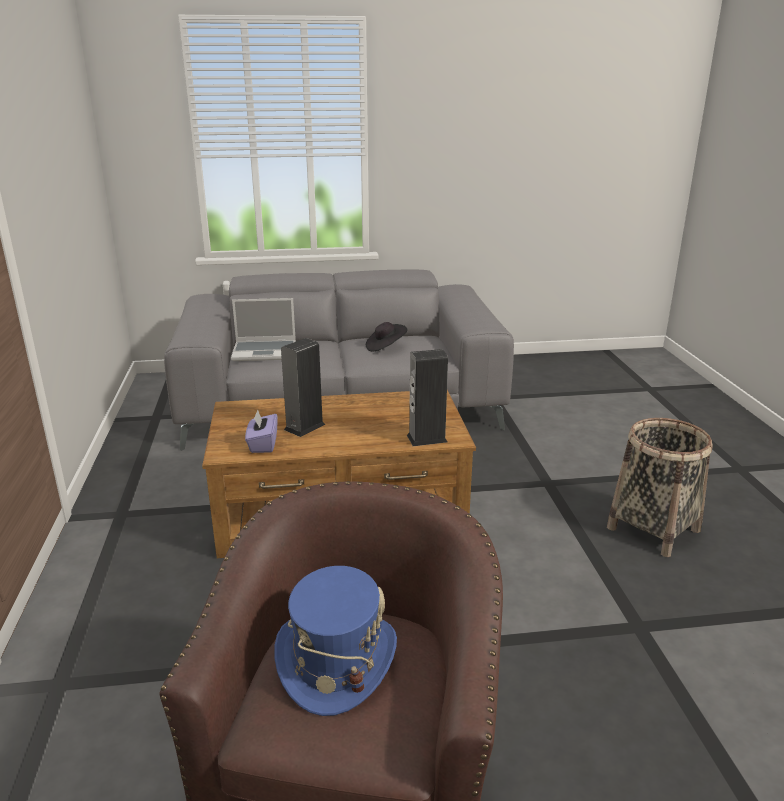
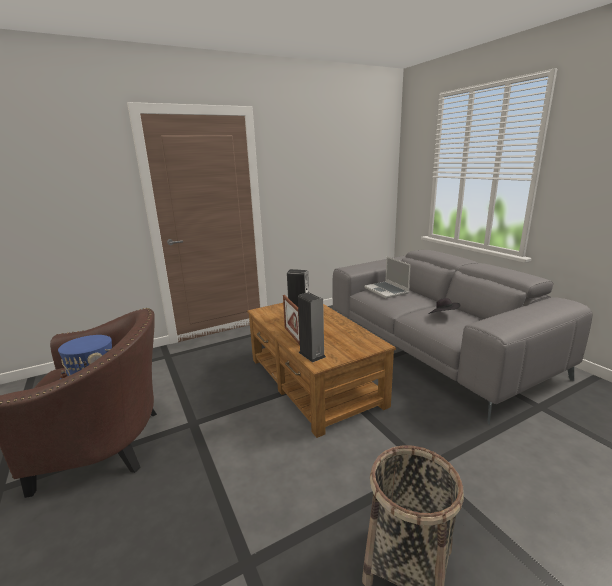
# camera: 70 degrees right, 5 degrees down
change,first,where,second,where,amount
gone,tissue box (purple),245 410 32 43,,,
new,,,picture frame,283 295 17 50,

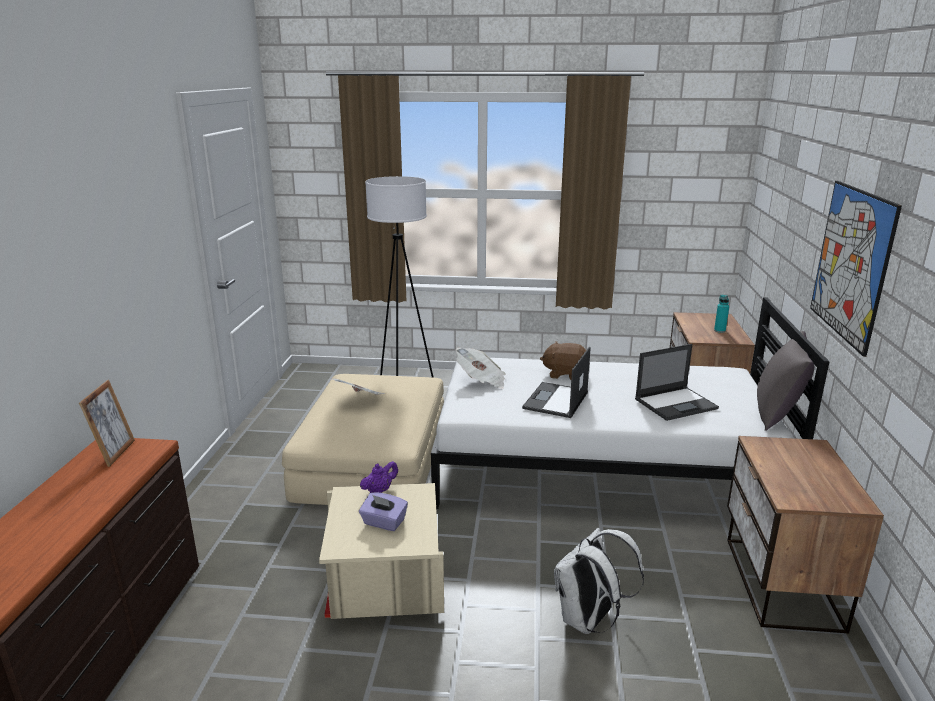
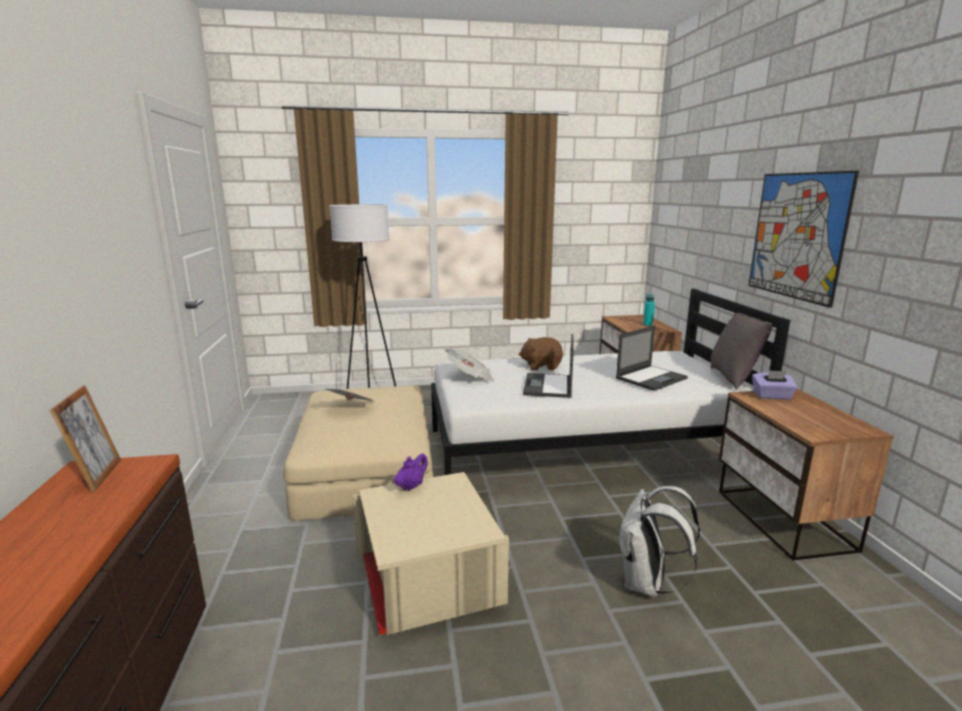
# camera: 15 degrees left, 5 degrees down
change,first,where,second,where,amount
shifted,tissue box (purple),359 492 49 39,,752 370 46 30,

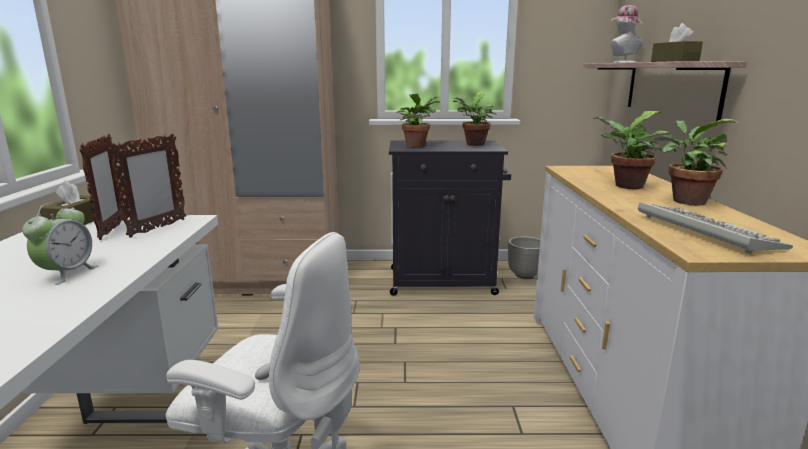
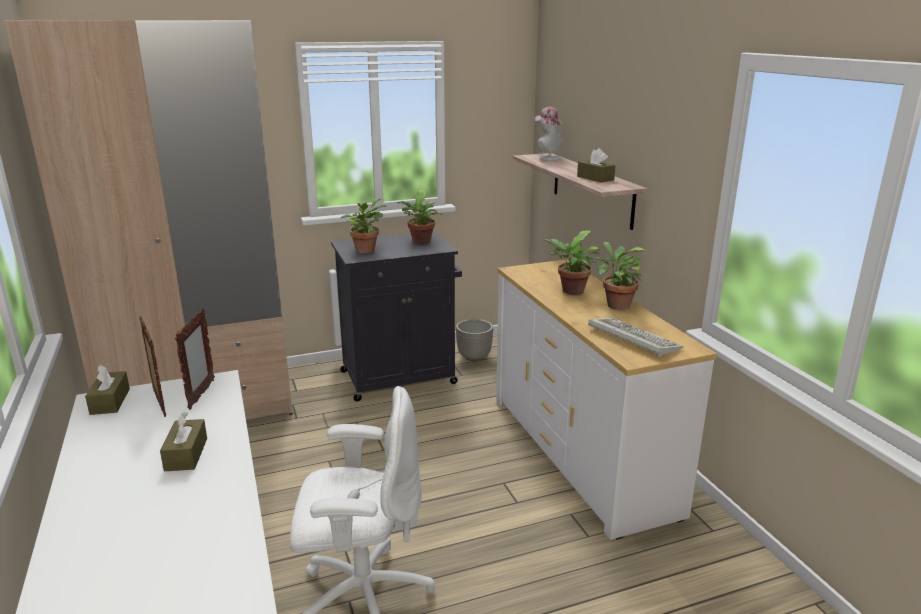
# camera: 20 degrees left, 5 degrees up
change,first,where,second,where,amount
swapped,alarm clock,22 202 76 83,tissue box (brownish),160 412 47 59,

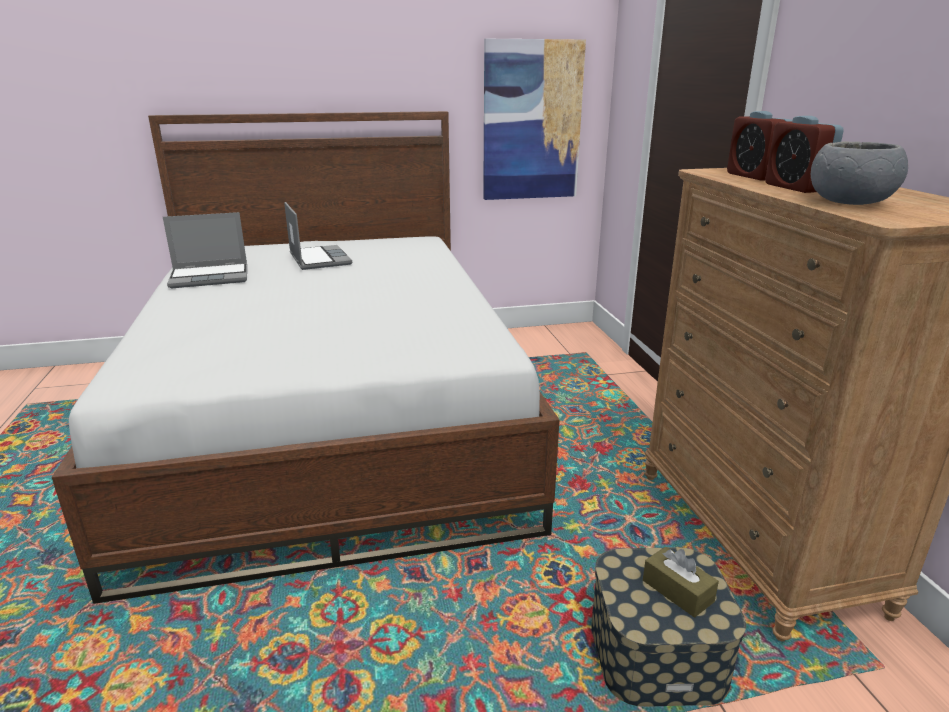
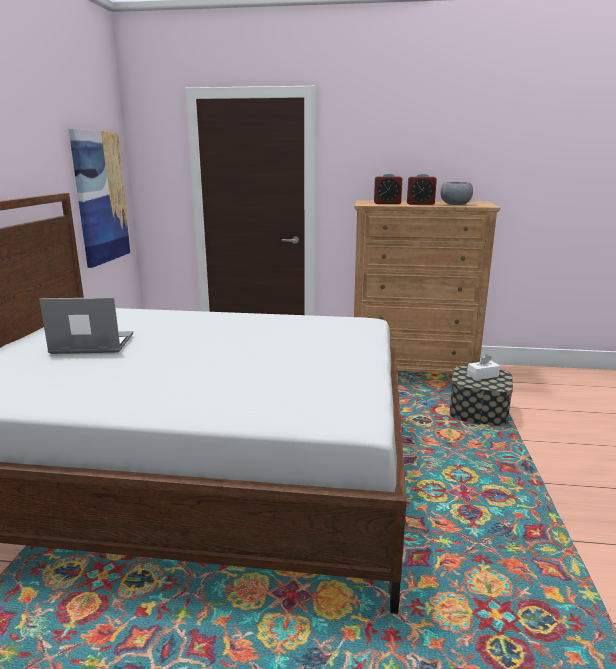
# camera: 70 degrees left, 5 degrees down
change,first,where,second,where,amount
gone,laptop,163 212 84 77,,,
repainted,tissue box (brownish),643 547 76 71,tissue box (white-coloured),467 354 33 26,

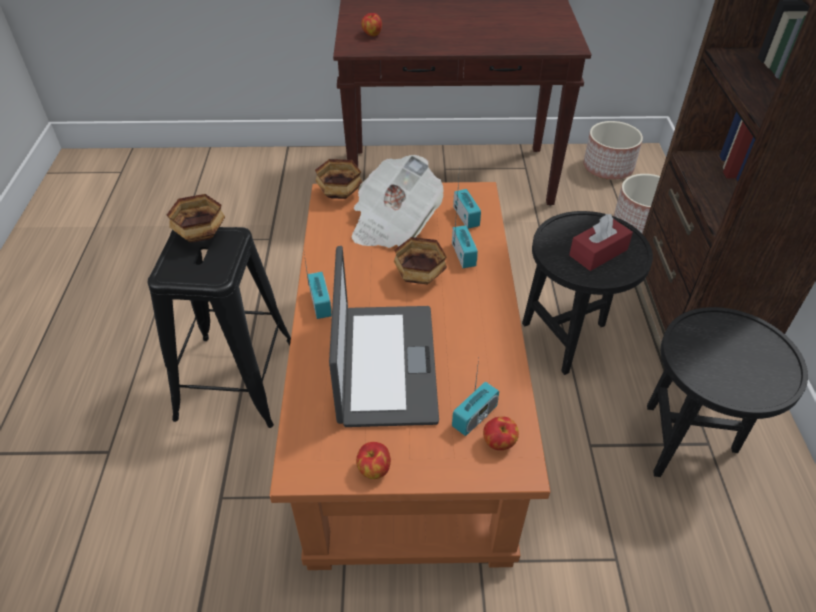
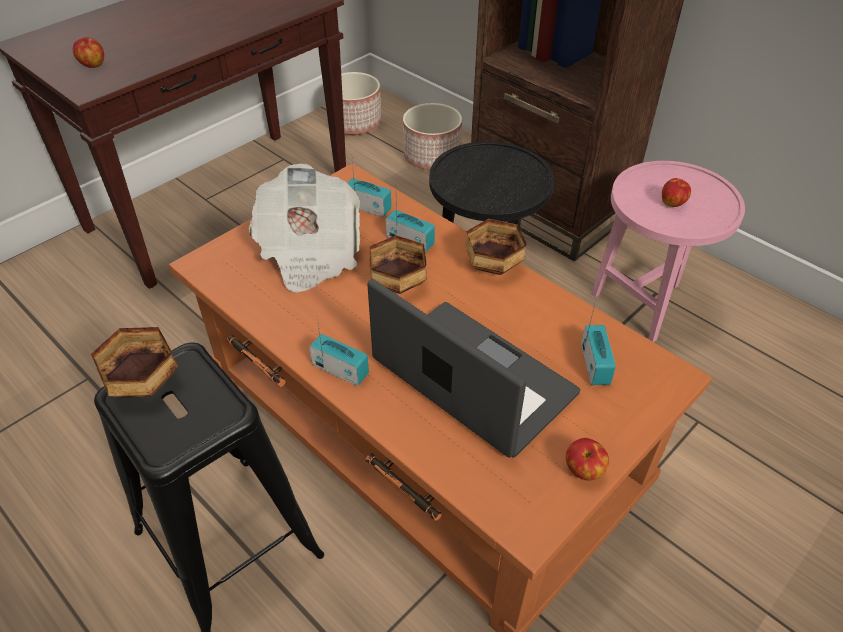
# camera: 45 degrees left, 0 degrees up
change,first,where,second,where,amount
shifted,bowl,315 159 47 40,,465 219 62 56,
gone,tissue box (reddish),569 214 64 57,,,
repainted,end table (blackish),647 307 161 170,end table (pink-coloured),592 161 153 181,
shifted,whole apple,483 417 36 33,,662 178 29 29,

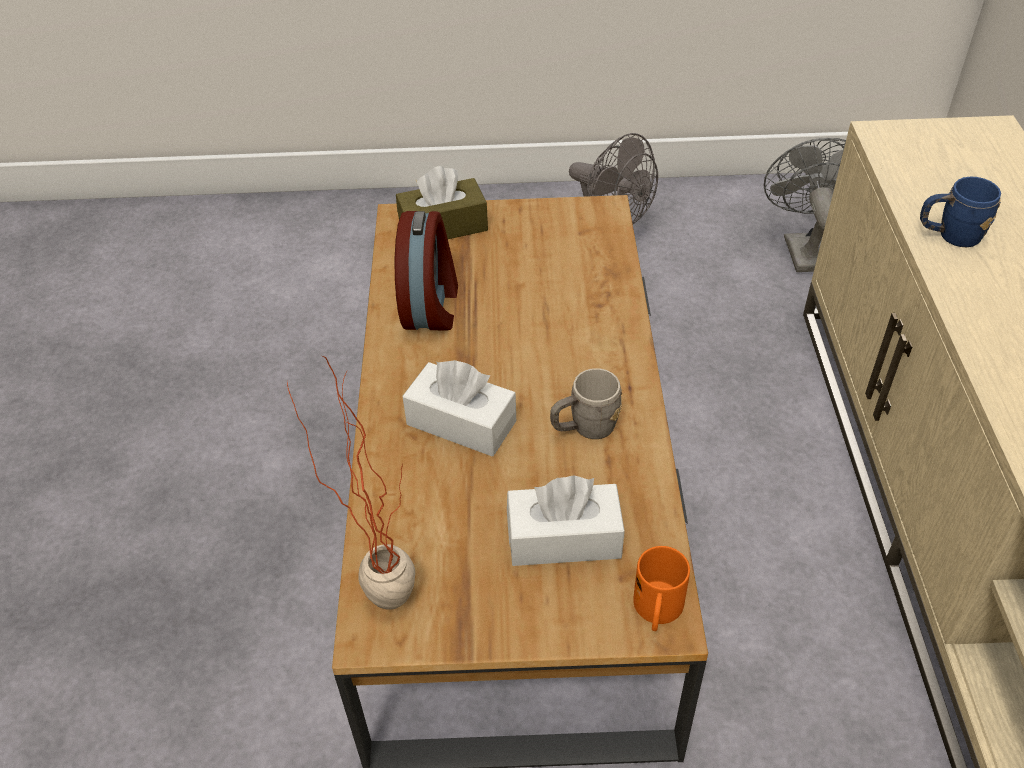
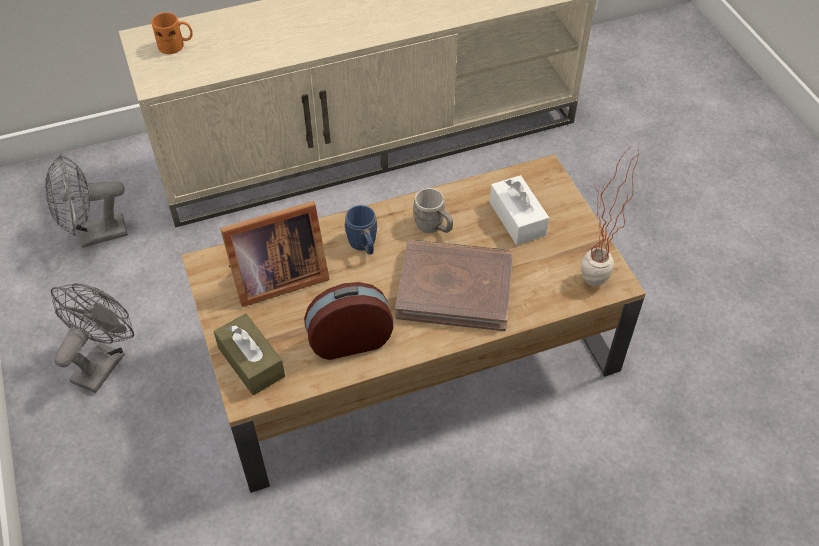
# camera: 110 degrees left, 5 degrees up
change,first,where,second,where,amount
shifted,tea mug (blue),920 177 81 70,,344 205 33 50,
swapped,tissue box (white-coloured),403 360 113 96,bound book (brownish),395 239 118 92,
shifted,tea mug (orange-coloured),633 546 57 85,,151 12 42 42,
new,,,picture frame,220 201 110 106,

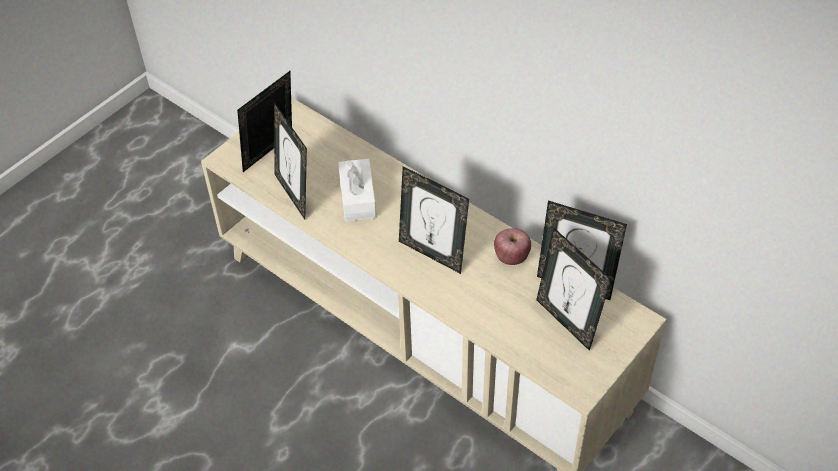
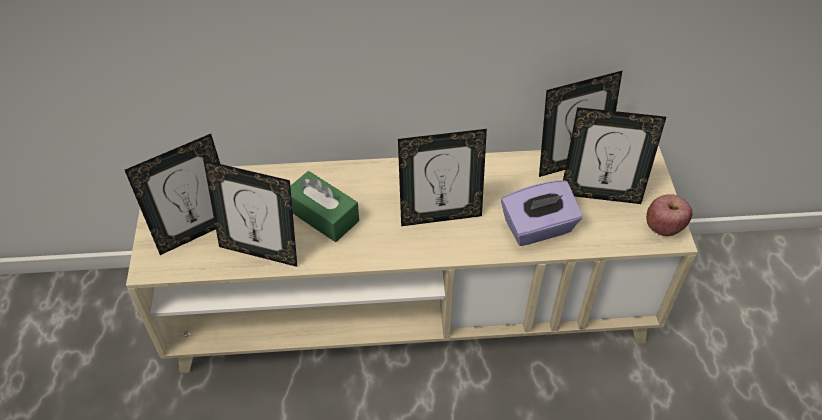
# camera: 45 degrees left, 0 degrees up
change,first,where,second,where,amount
rotated,picture frame,237 71 55 101,,125 134 95 121,120 degrees counterclockwise
repainted,tissue box (white-coloured),338 159 39 63,tissue box (green),290 171 69 71,
shifted,whole apple,494 228 37 37,,646 194 46 42,
new,,,tissue box (purple),501 180 82 66,

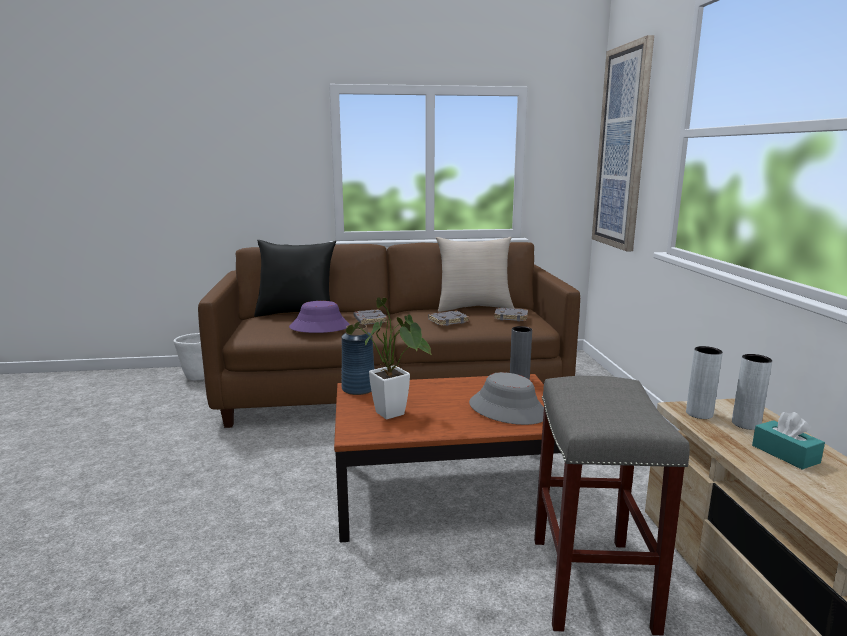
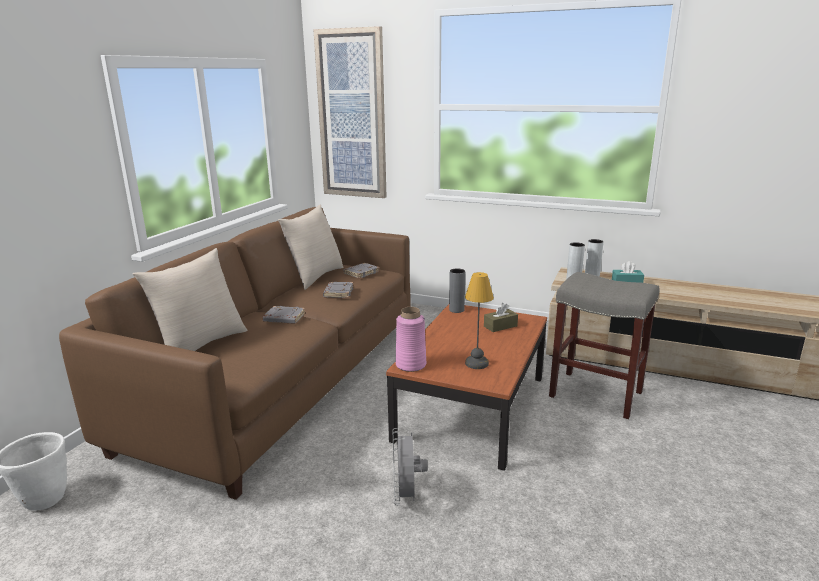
# camera: 60 degrees left, 5 degrees up
change,first,where,second,where,amount
repainted,cushion (blackish),254 240 82 77,cushion (sand-coloured),133 248 115 103,
swapped,potted plant,346 297 86 122,lamp for a table,465 272 29 97,
gone,hat (purple),289 301 61 32,,,
repainted,decorative vase (blue),341 324 34 71,decorative vase (pink-coloured),396 307 30 65,
swapped,hat (gray),469 372 75 53,tissue box (brownish),484 303 34 29,
new,,,fan (gray),393 428 35 78,

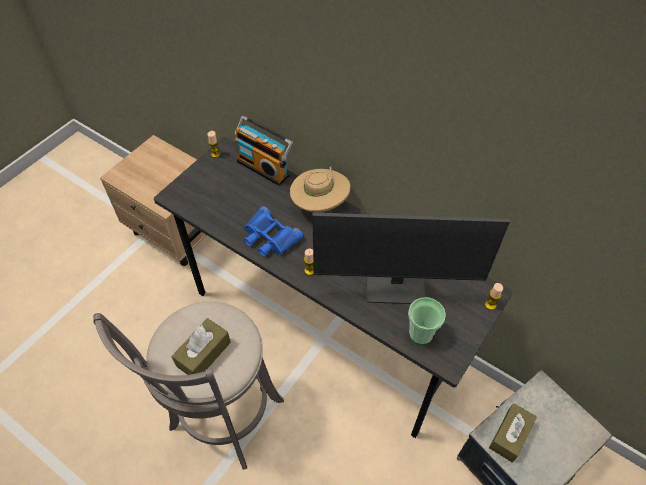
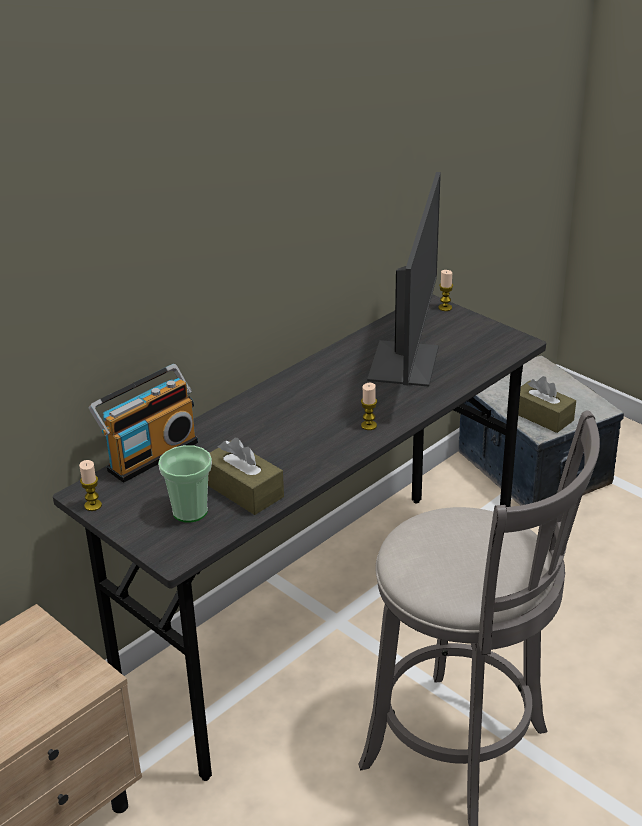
# camera: 80 degrees left, 20 degrees down
change,first,where,second,where,amount
gone,hat (sand-coloured),290 166 60 46,,,
gone,field glasses (blue),244 206 59 51,,,
shifted,drinking cup,408 297 38 48,,158 445 54 77,
shifted,tissue box (brownish),172 318 59 57,,208 438 76 77,

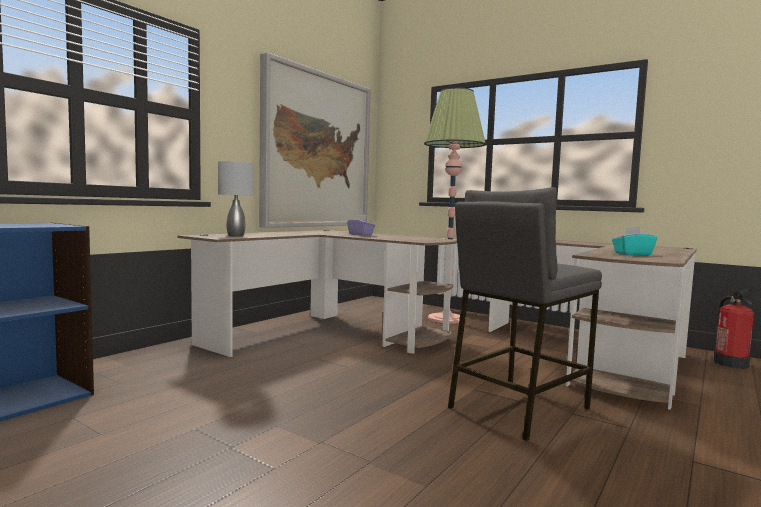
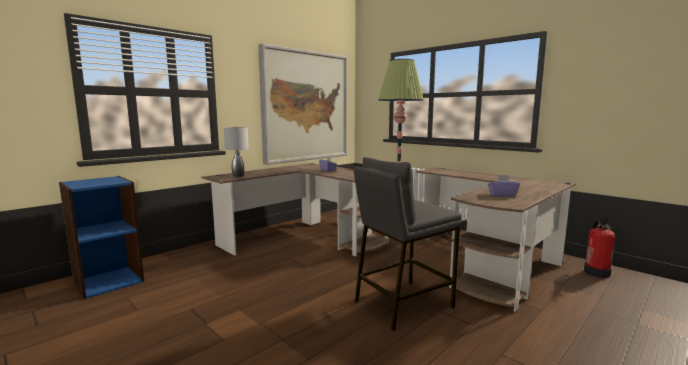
# camera: 10 degrees right, 5 degrees up
change,first,where,second,where,amount
repainted,tissue box (blue-green),612 226 45 29,tissue box (purple),488 175 32 22,

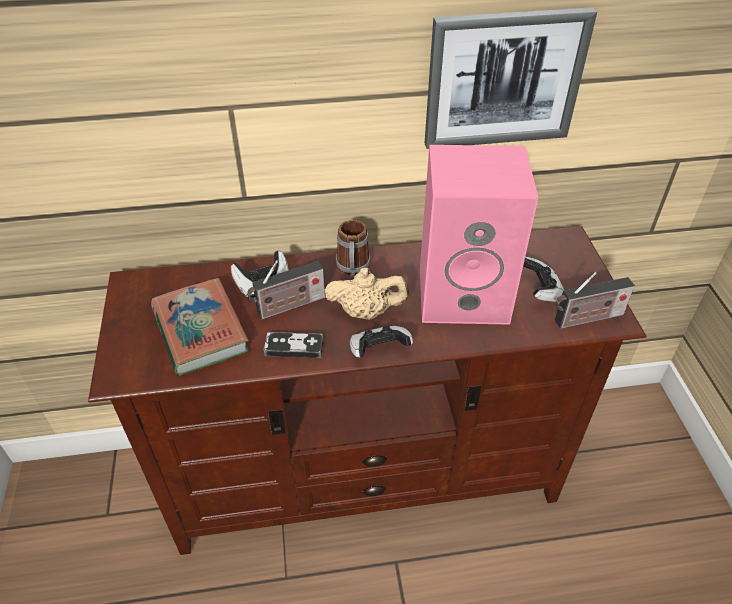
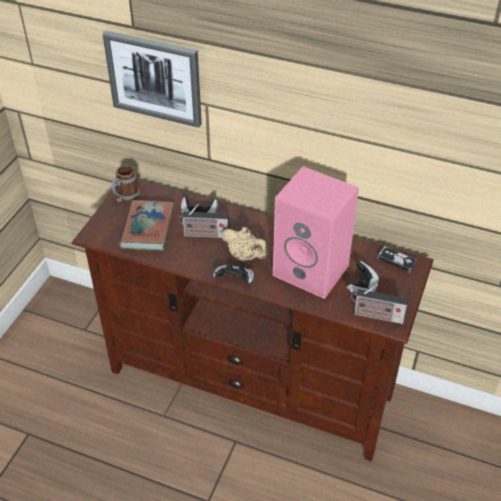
# camera: 30 degrees right, 0 degrees up
change,first,where,second,where,amount
shifted,wall art,425 7 172 142,,103 31 99 97,
shifted,tea mug,336 220 35 59,,112 165 28 37,
shifted,joypad,264 332 59 26,,377 246 40 27,

